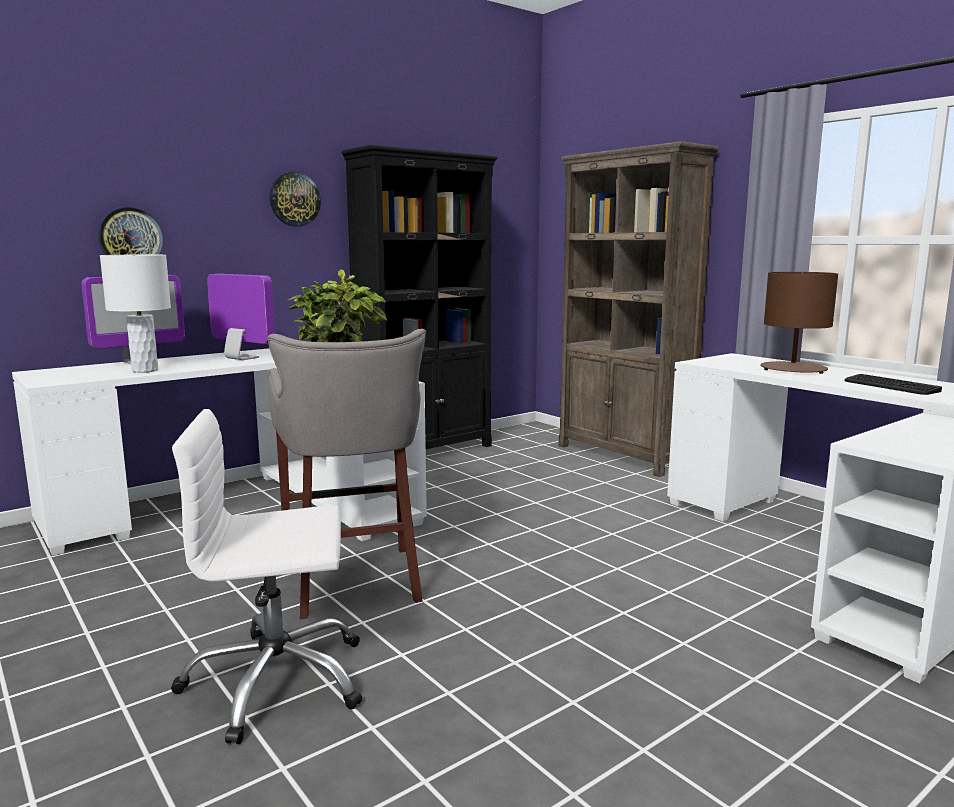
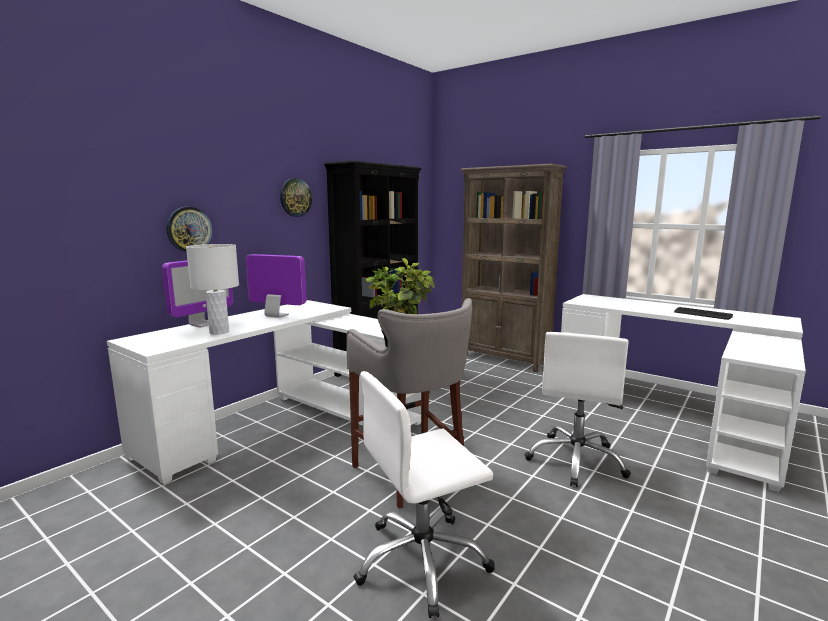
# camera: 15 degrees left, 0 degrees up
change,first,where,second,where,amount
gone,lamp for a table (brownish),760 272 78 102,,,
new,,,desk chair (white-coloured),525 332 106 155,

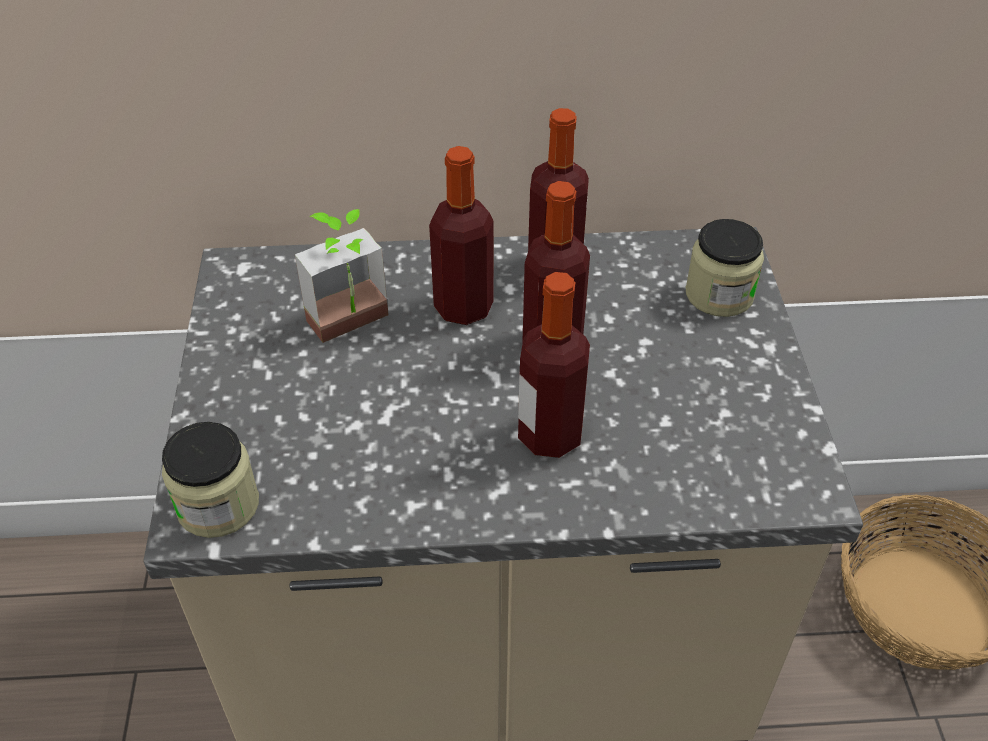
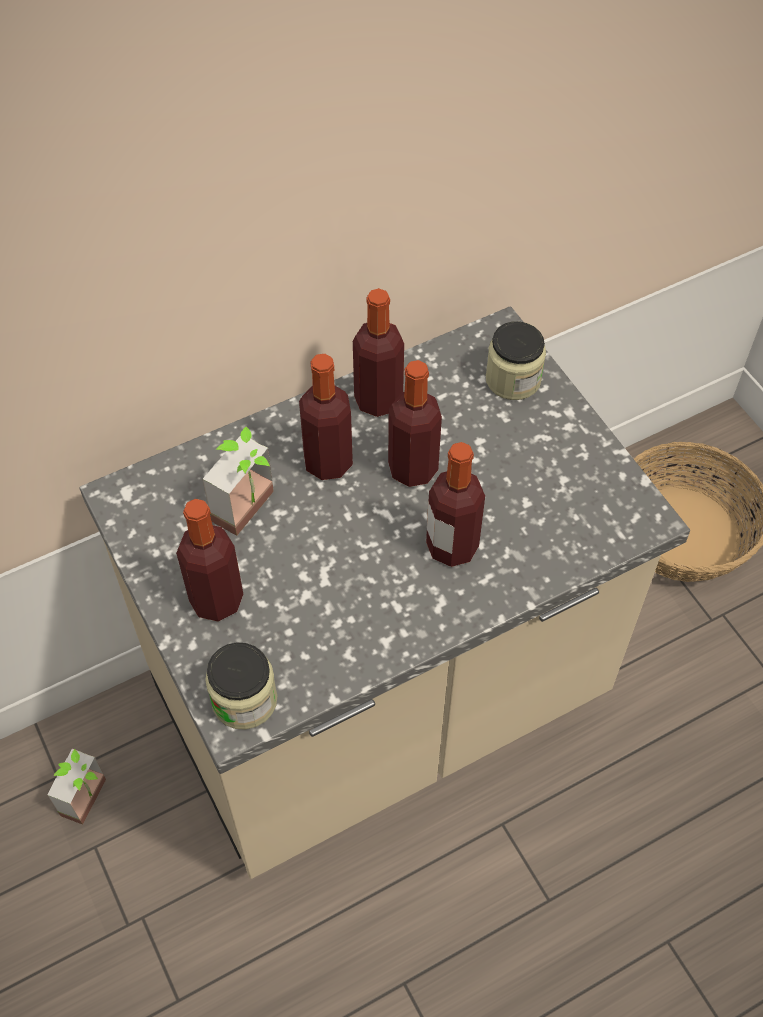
# camera: 25 degrees left, 10 degrees up
change,first,where,second,where,amount
new,,,bottle,176 499 67 123,
new,,,potted plant,47 749 59 76,

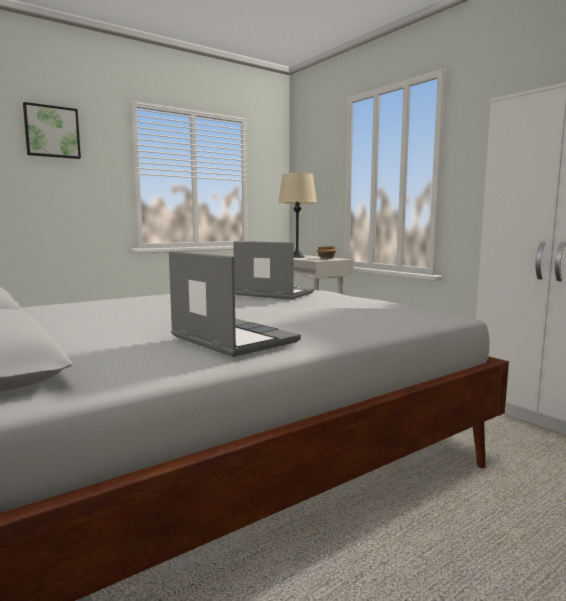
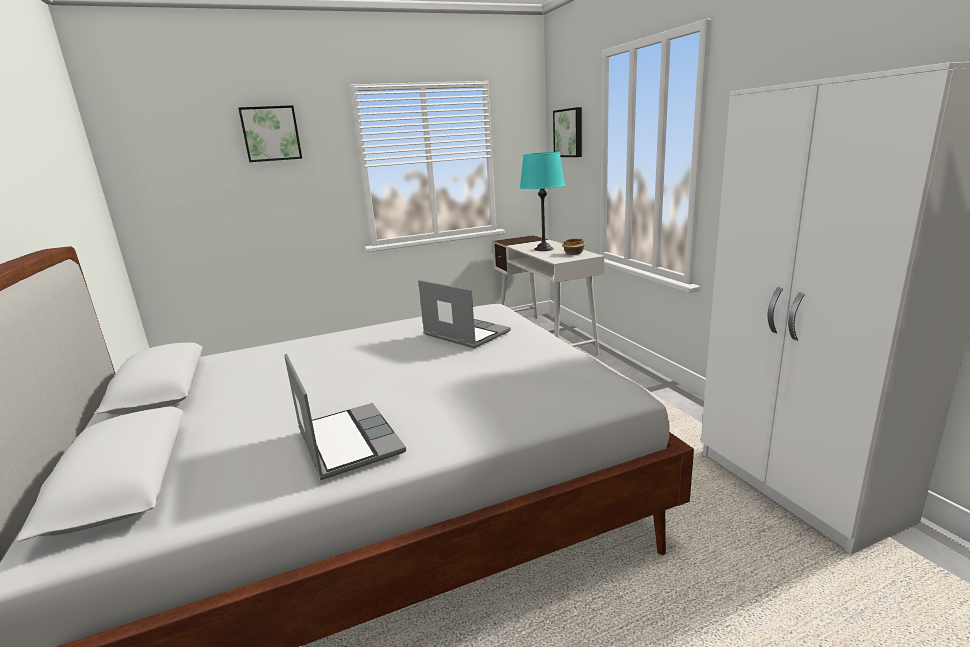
# camera: 15 degrees right, 10 degrees up
change,first,where,second,where,amount
repainted,lamp for a table (sand-coloured),278 173 39 85,lamp for a table (blue-green),520 152 45 99,
new,,,wall art,553 107 29 50,

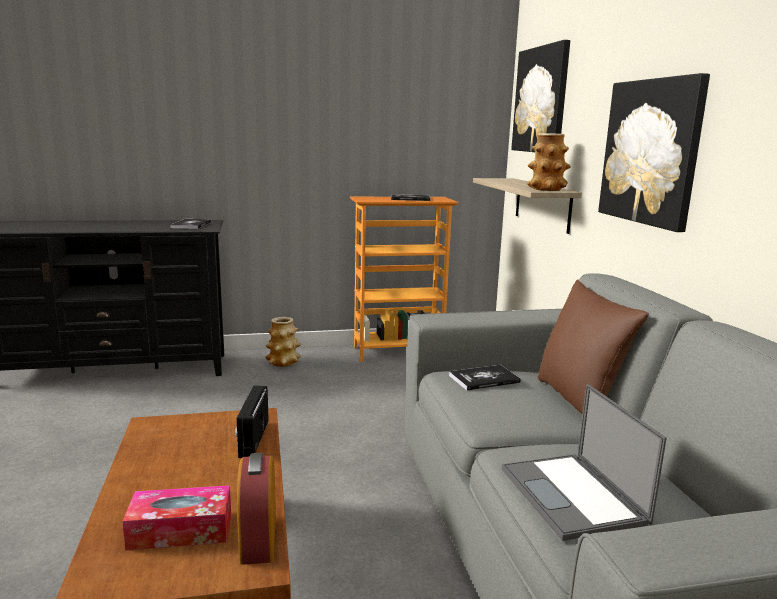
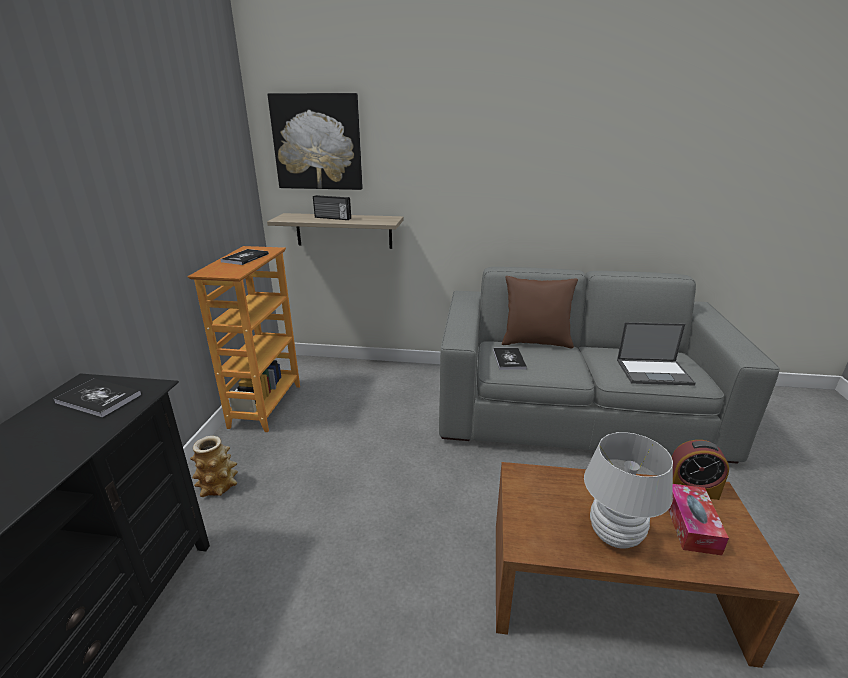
# camera: 70 degrees left, 10 degrees up
change,first,where,second,where,amount
gone,wall art,598 73 112 159,,,
gone,decorative vase,527 133 44 58,,,
shifted,radio receiver,235 385 34 73,,313 195 38 25,
new,,,lamp for a table (white-coloured),584 432 89 117,

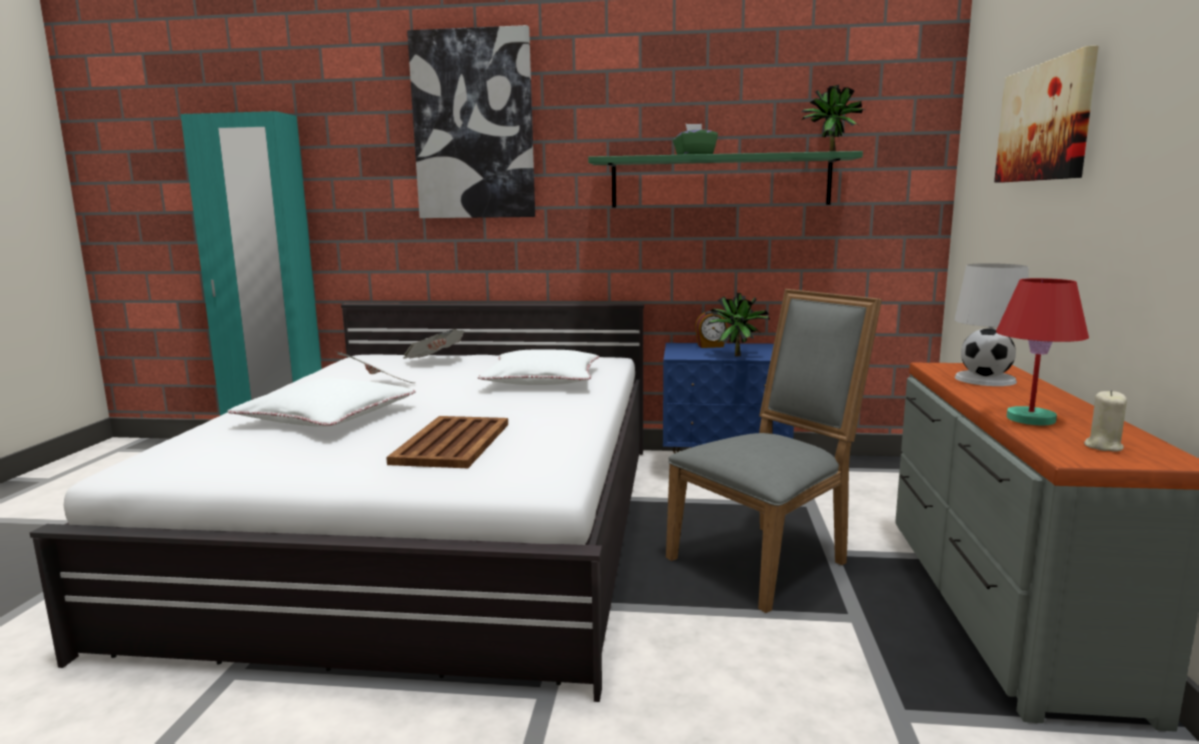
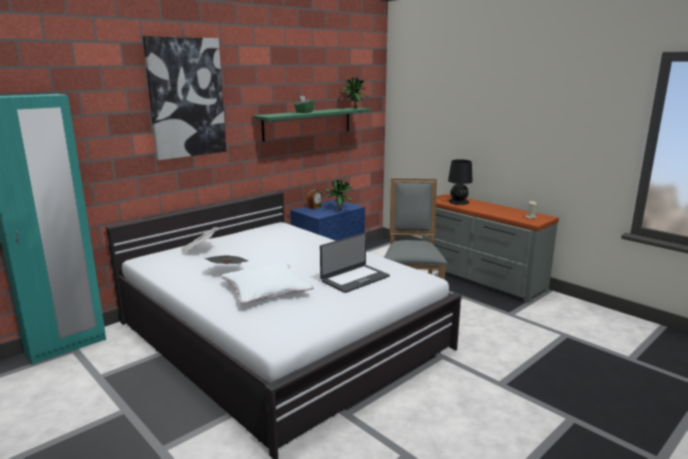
# camera: 50 degrees left, 5 degrees up
change,first,where,second,where,amount
gone,wall art,994 46 104 137,,,
repainted,lamp for a table (white-coloured),954 263 75 123,lamp for a table (blackish),448 159 25 46,
gone,lamp for a table (reddish),996 278 93 147,,,
gone,cushion (white-coloured),478 350 121 35,,,
swapped,carrying tray (brownish),386 416 122 52,laptop,320 233 70 60,

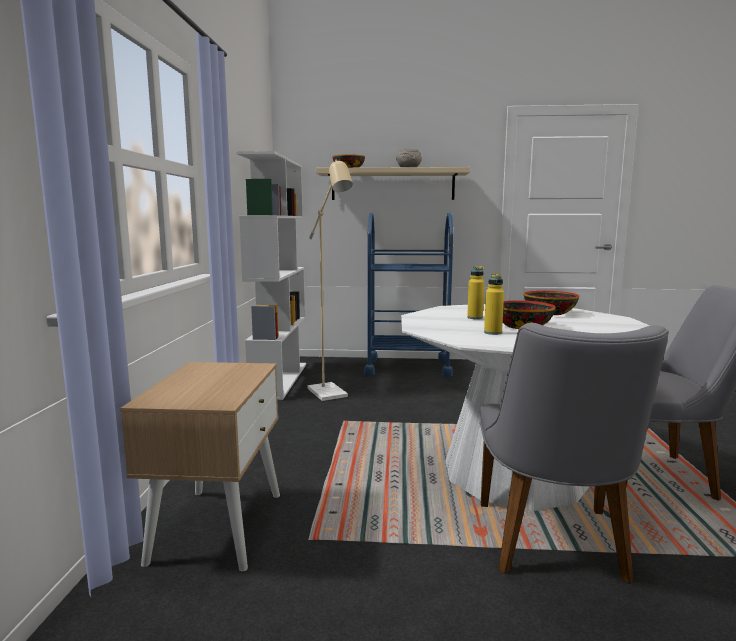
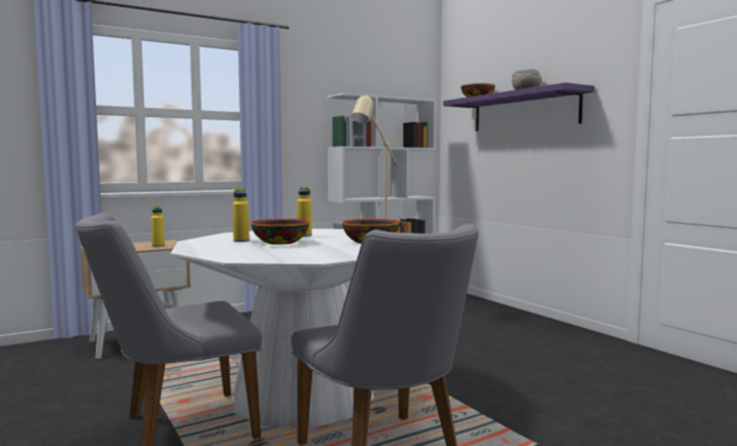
# camera: 55 degrees right, 5 degrees down
change,first,where,second,where,amount
repainted,bracket shelf (sand-coloured),316 167 154 33,bracket shelf (purple),443 83 152 48,
gone,trolley (blue),364 212 89 165,,,
new,,,bottle (yellow),151 206 14 41,

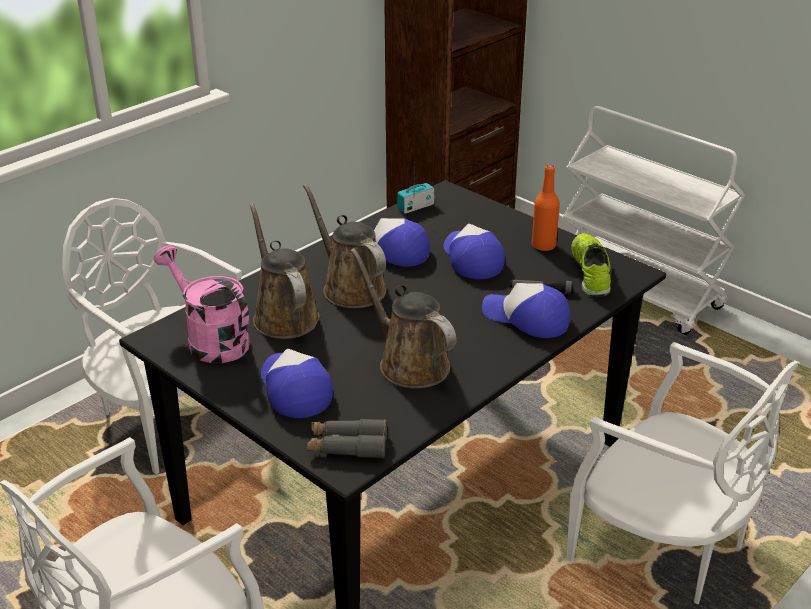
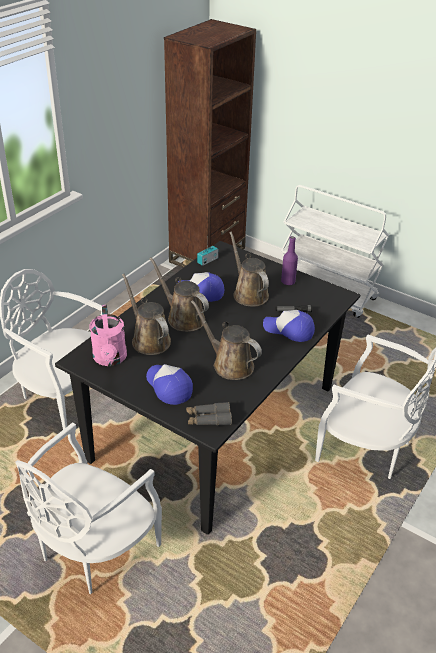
# camera: 10 degrees left, 5 degrees up
change,first,where,second,where,amount
repainted,bottle (orange-coloured),532 164 28 87,bottle (purple),281 236 17 49,
swapped,baseball cap,444 224 61 55,watering can (brownish),229 232 40 74,
gone,shoe,572 233 39 64,,,
rotated,watering can (pink-coloured),154 245 96 118,,89 305 38 61,135 degrees counterclockwise

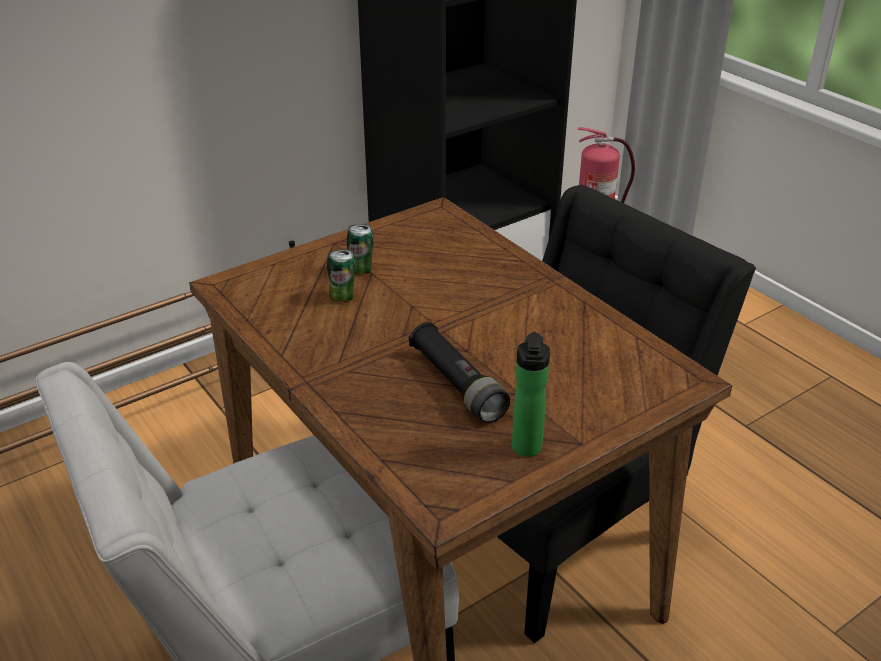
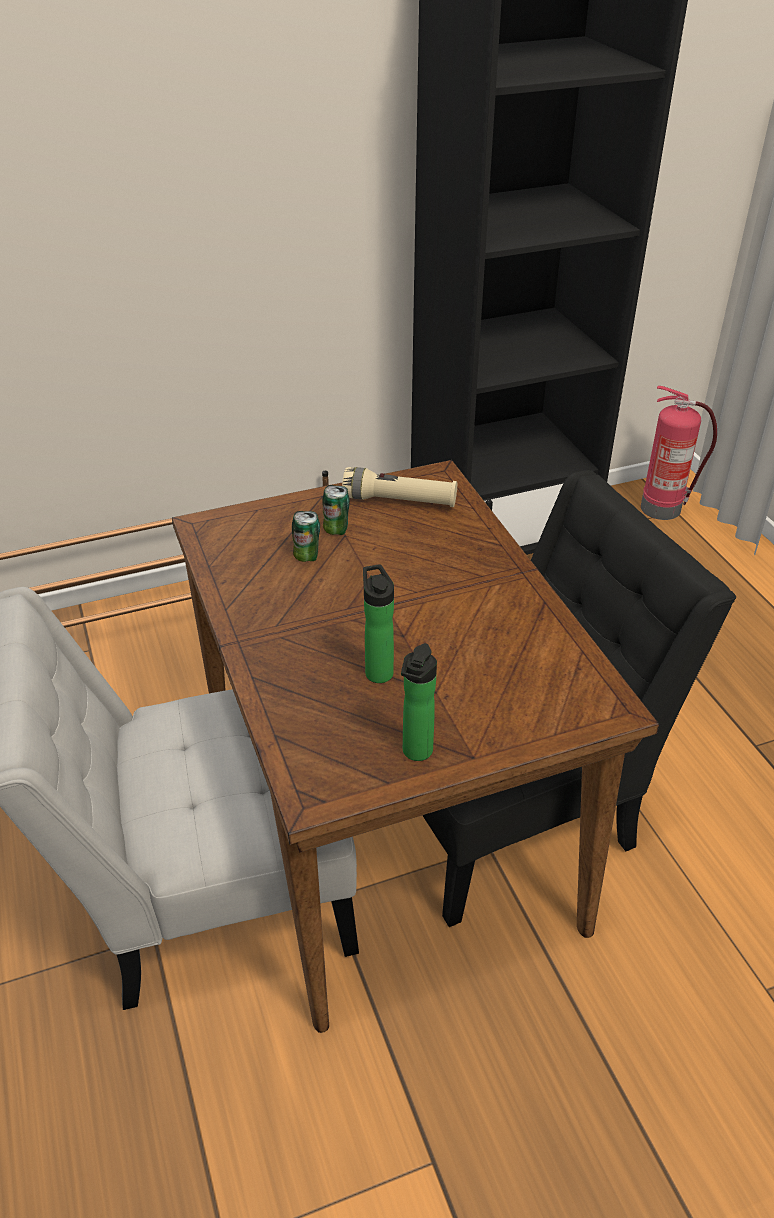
# camera: 15 degrees right, 5 degrees up
change,first,where,second,where,amount
swapped,torch (blackish),409 322 101 101,bottle,363 564 31 119,
new,,,torch (sand-coloured),342 467 116 40,

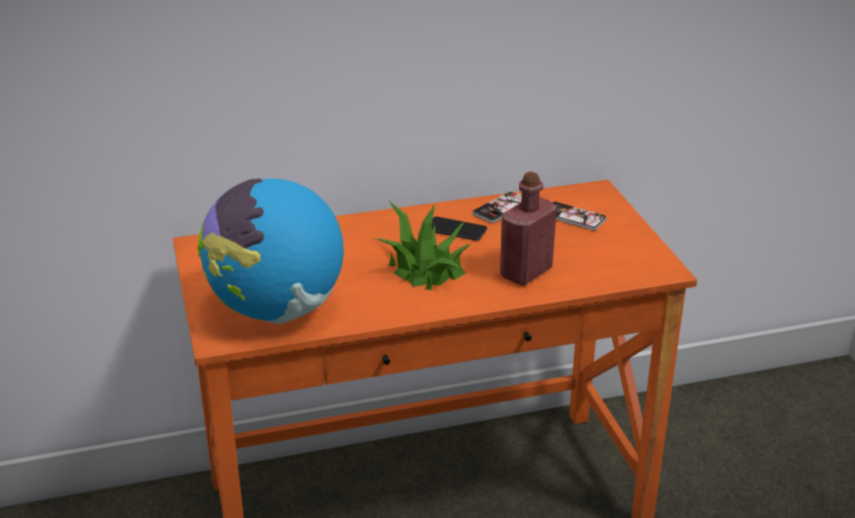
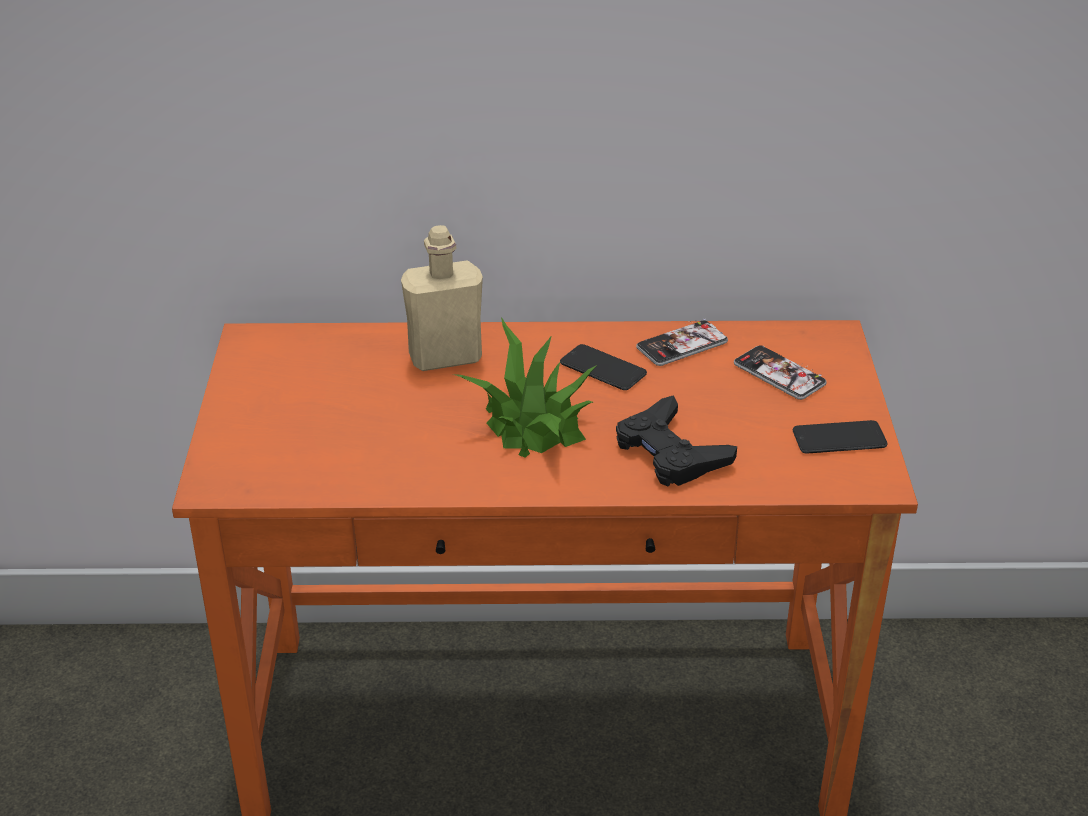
# camera: 15 degrees right, 5 degrees up
change,first,where,second,where,amount
swapped,bottle (reddish),500 172 57 114,joypad (blackish),616 395 121 91,
gone,desk globe,198 179 146 145,,,
new,,,bottle (sand-coloured),401 225 82 146,
new,,,telephone,793 420 94 33,

